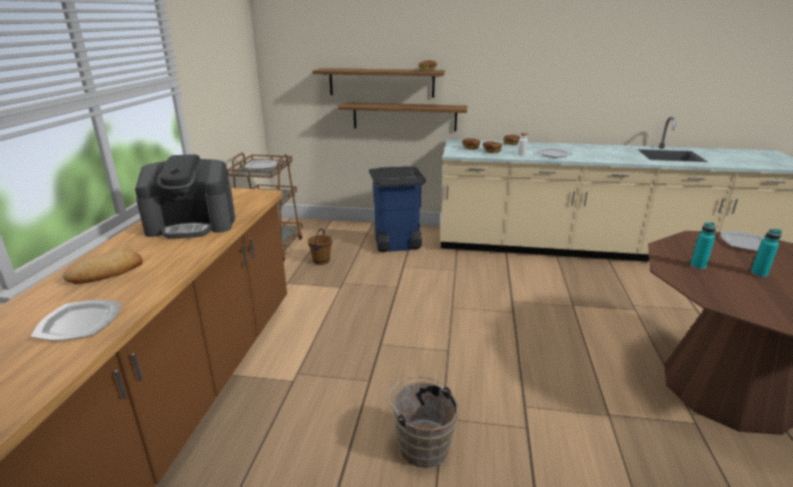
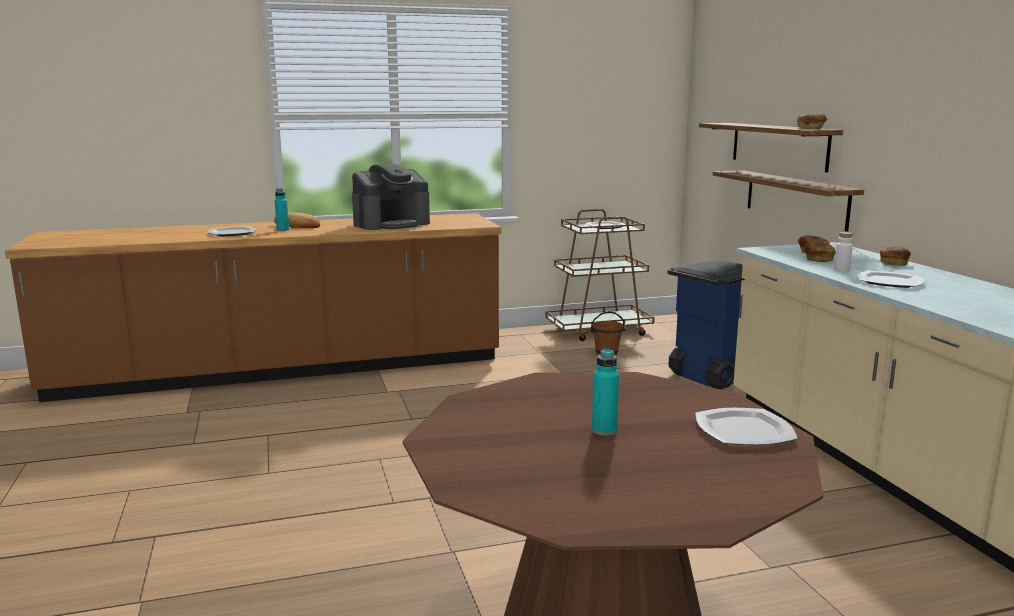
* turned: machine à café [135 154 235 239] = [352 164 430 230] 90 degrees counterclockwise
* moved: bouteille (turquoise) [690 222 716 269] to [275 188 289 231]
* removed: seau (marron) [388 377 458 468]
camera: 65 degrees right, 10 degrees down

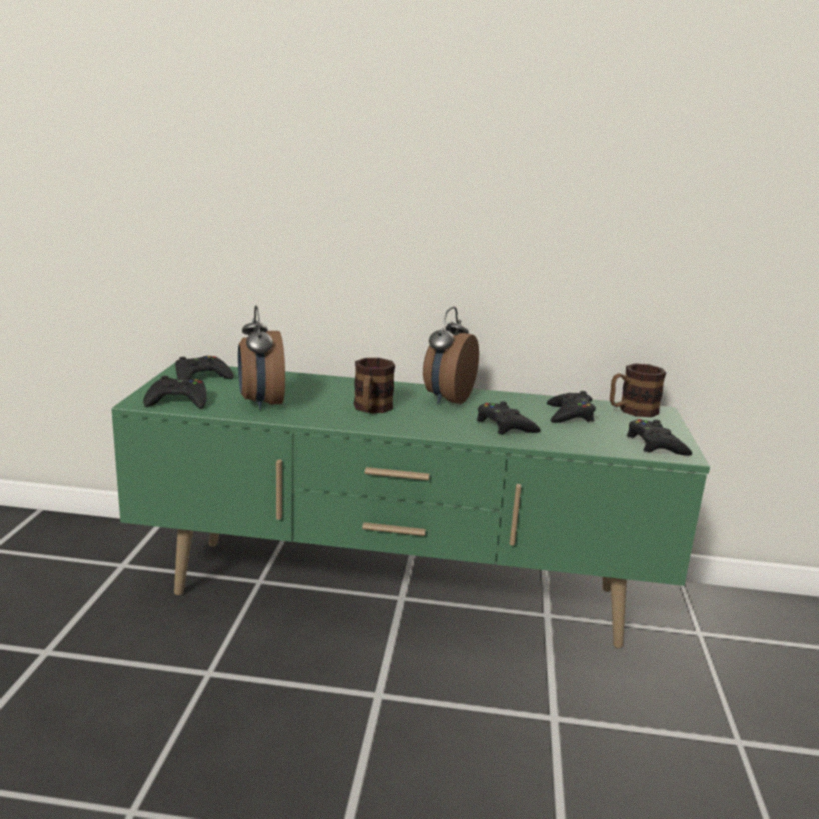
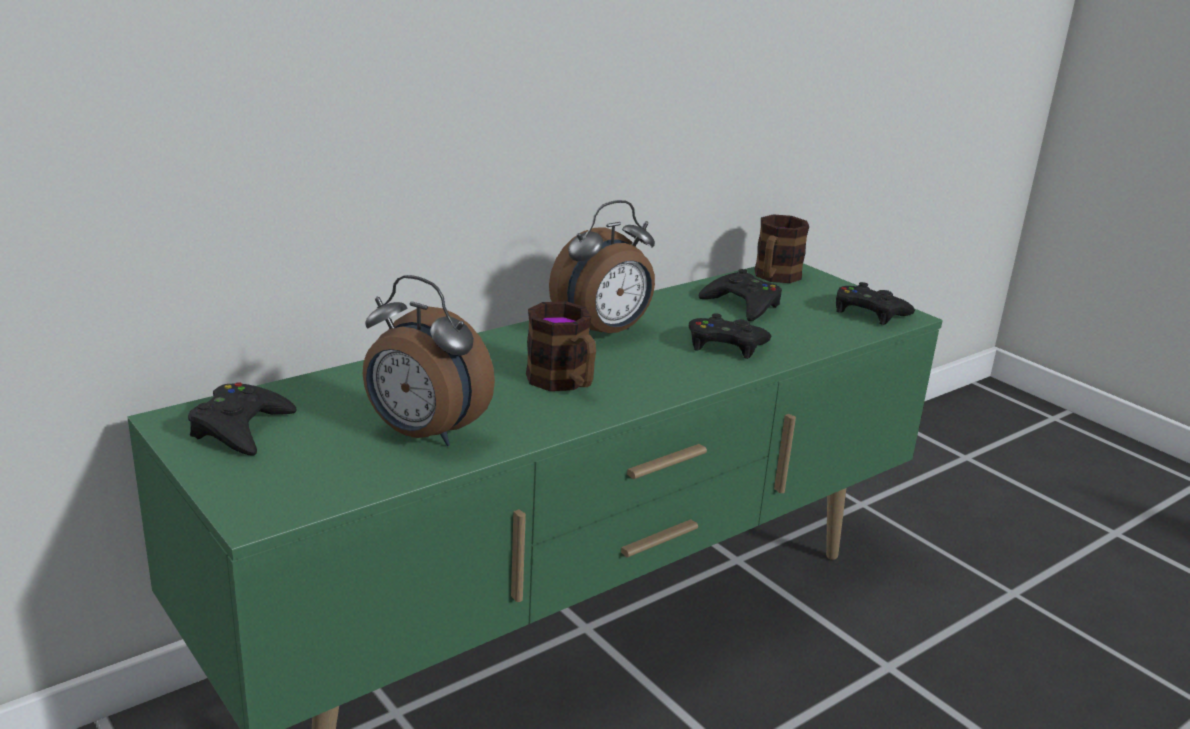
* turned: réveil [423 307 479 405] = [549 200 655 333] 105 degrees counterclockwise
* removed: manette (noir) [143 376 207 409]
camera: 45 degrees left, 5 degrees up

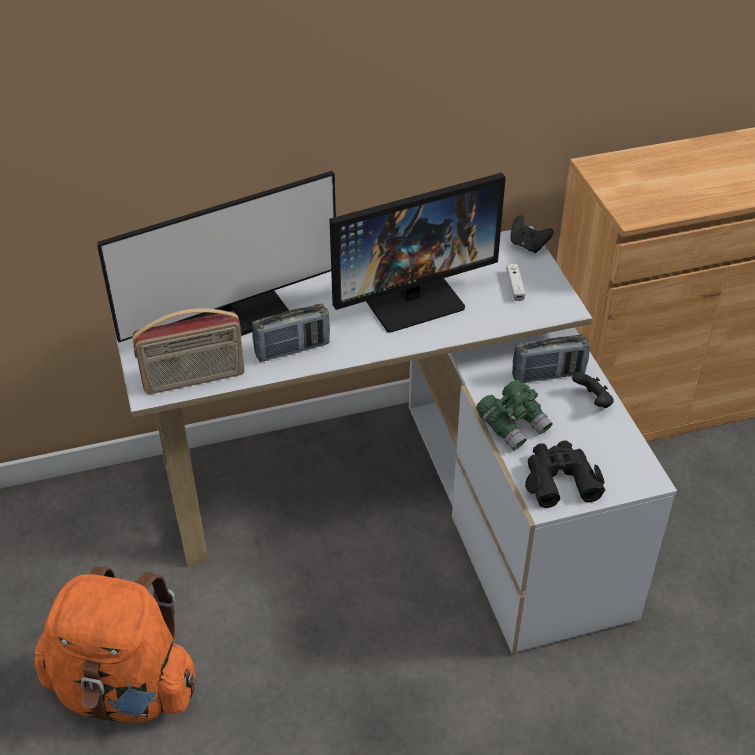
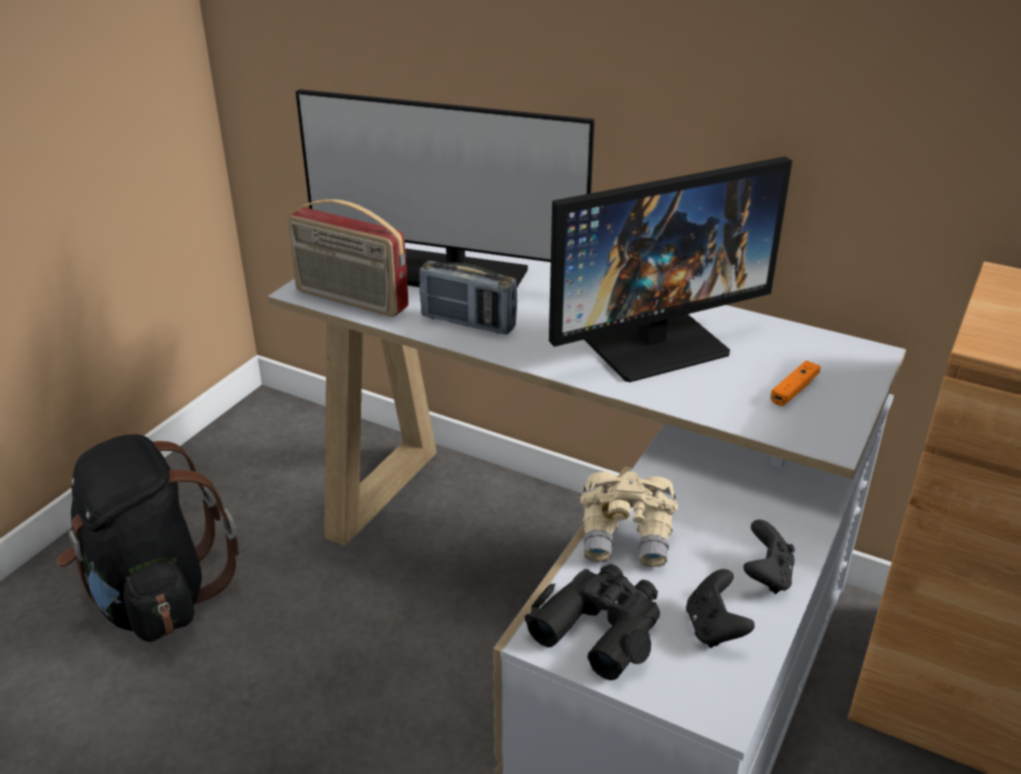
* turned: écran d'ordinateur [330 173 506 333] = [549 157 792 382] 45 degrees counterclockwise
* moved: manette (noir) [510 215 554 253] to [686 569 755 648]
* recoloured: manette (blanc) [506 264 525 301] to manette (orange) [771 360 821 406]
* removed: radio [512 334 591 383]
* recoloured: jumelles (vert) [476 380 553 450] to jumelles (beige) [580 471 678 567]
* recoloured: sac à dos (orange) [35 566 197 723] to sac à dos (noir) [57 434 239 642]
camera: 45 degrees right, 10 degrees down

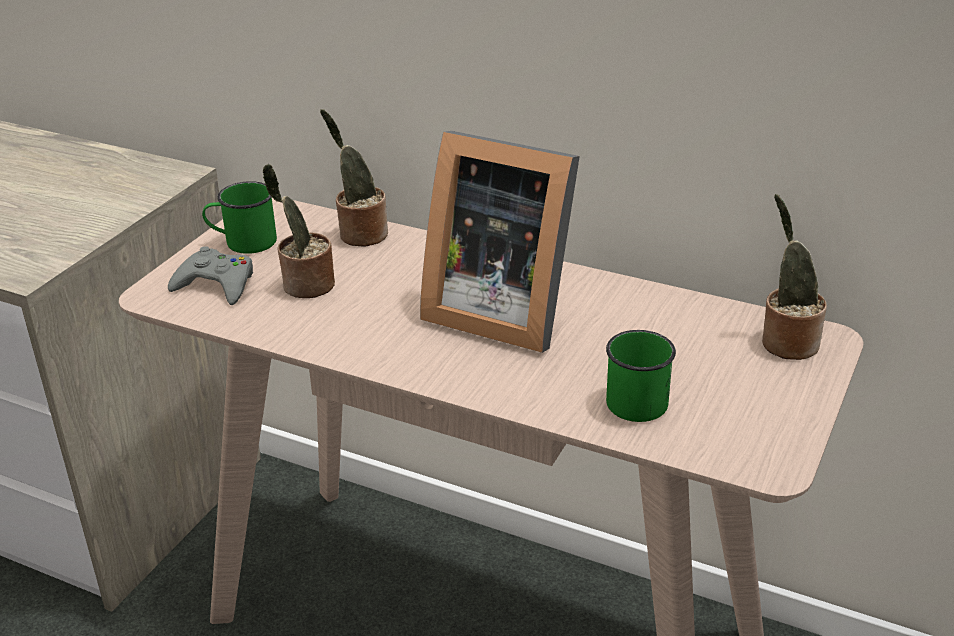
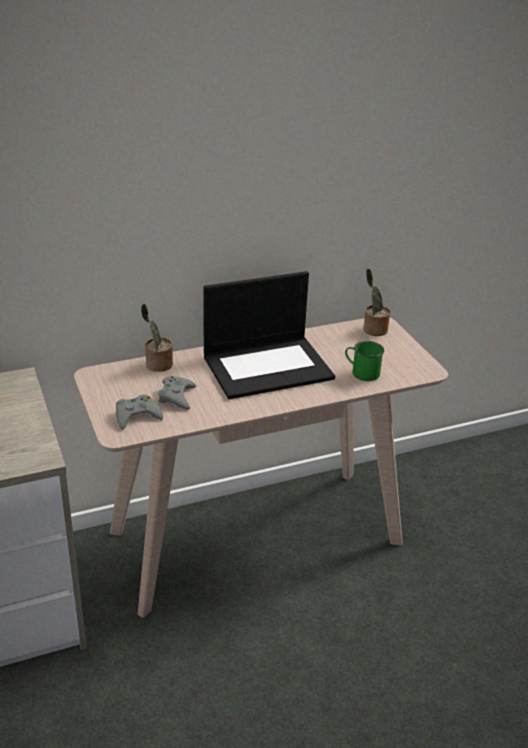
* replaced: cadre photo [420 131 580 353] to ordinateur portable [203 271 335 399]
* replaced: plante en pot [263 164 335 298] to manette (gris) [158 376 196 409]
* removed: mug (vert) [202 181 277 254]
camera: 50 degrees left, 0 degrees up

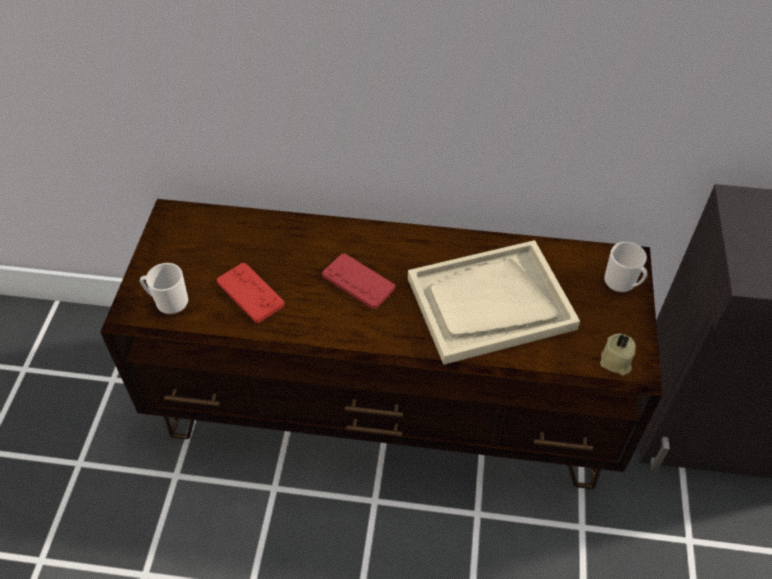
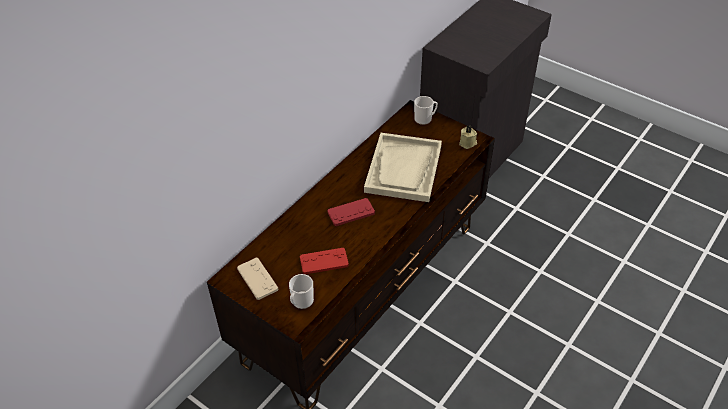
* added: manette (beige) [237 258 278 300]
camera: 60 degrees left, 5 degrees down

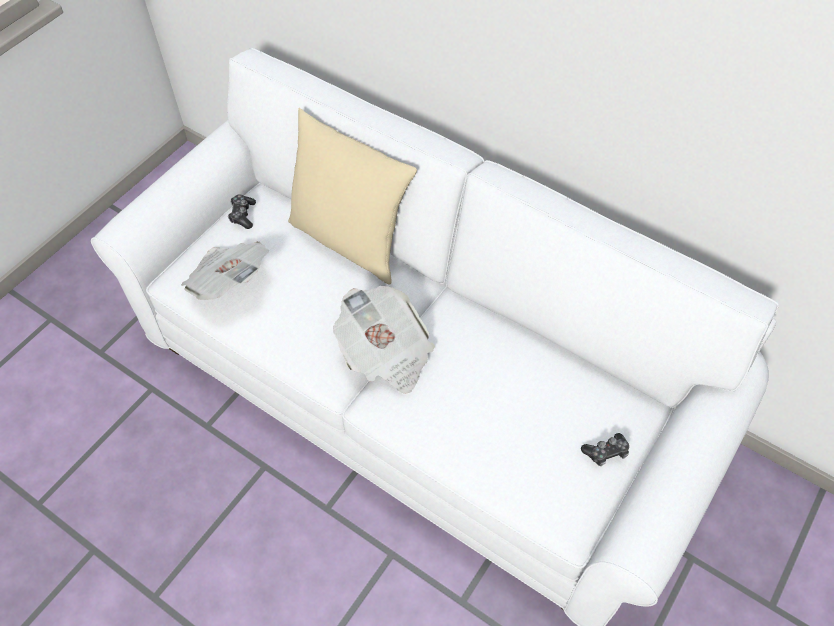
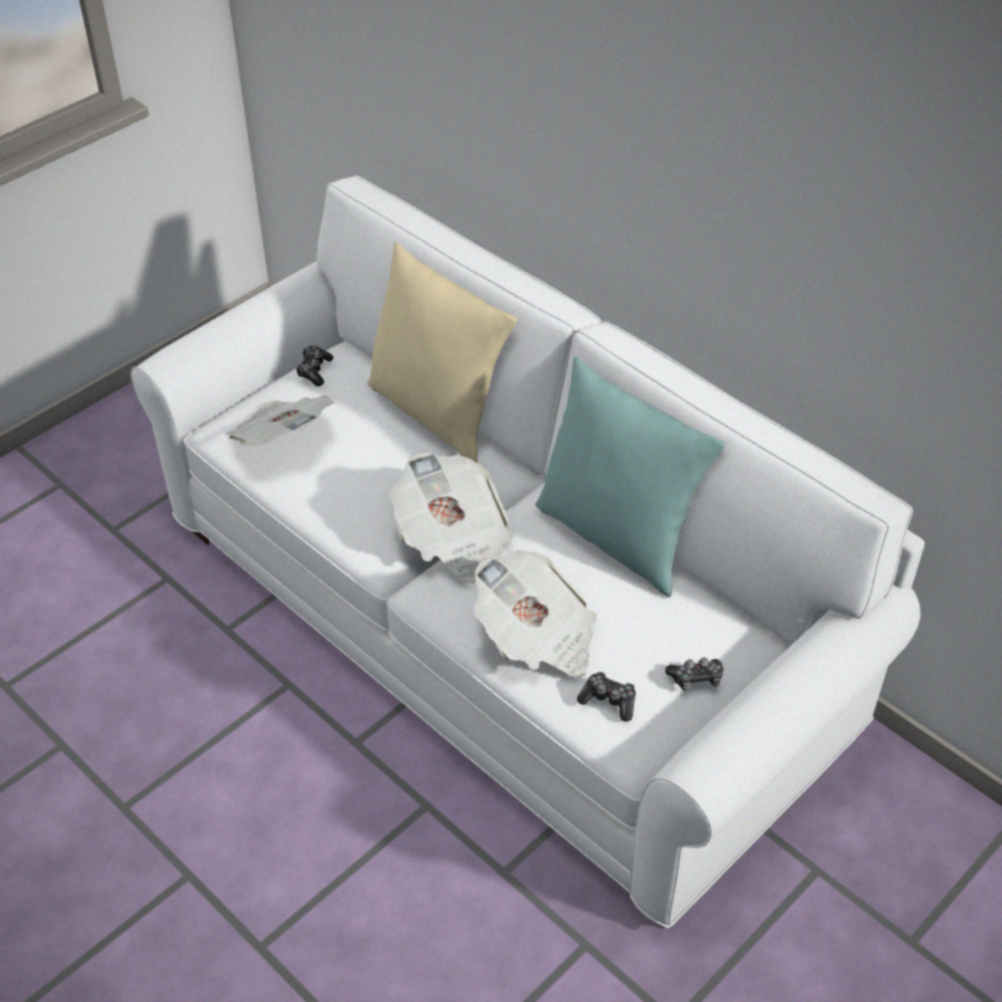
* added: coussin (turquoise) [535 356 725 597]
* added: journal [473 550 597 678]
* added: manette [577 672 636 722]
camera: 10 degrees right, 10 degrees down

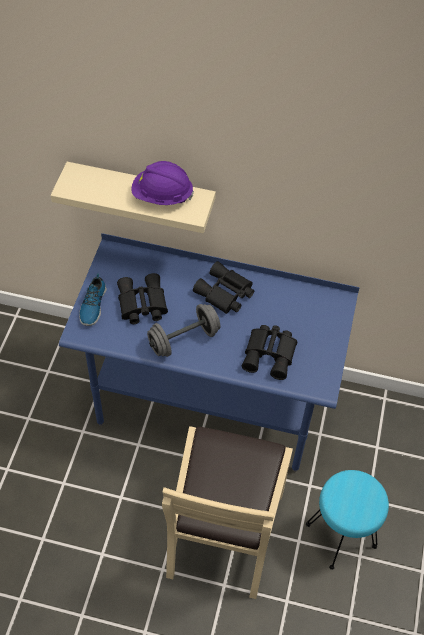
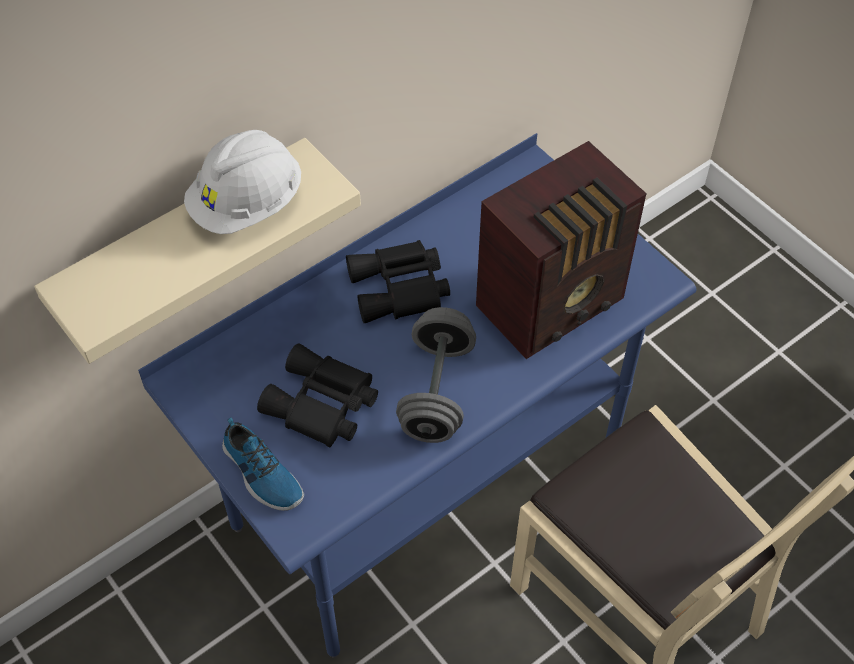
* recoloured: casque de chantier (violet) [131 161 194 205] to casque de chantier (blanc) [184 130 301 234]
* replaced: jumelles (noir) [242 325 297 380] to radio [476 141 647 359]
* removed: tabouret (turquoise) [306 470 389 570]
camera: 50 degrees left, 0 degrees up

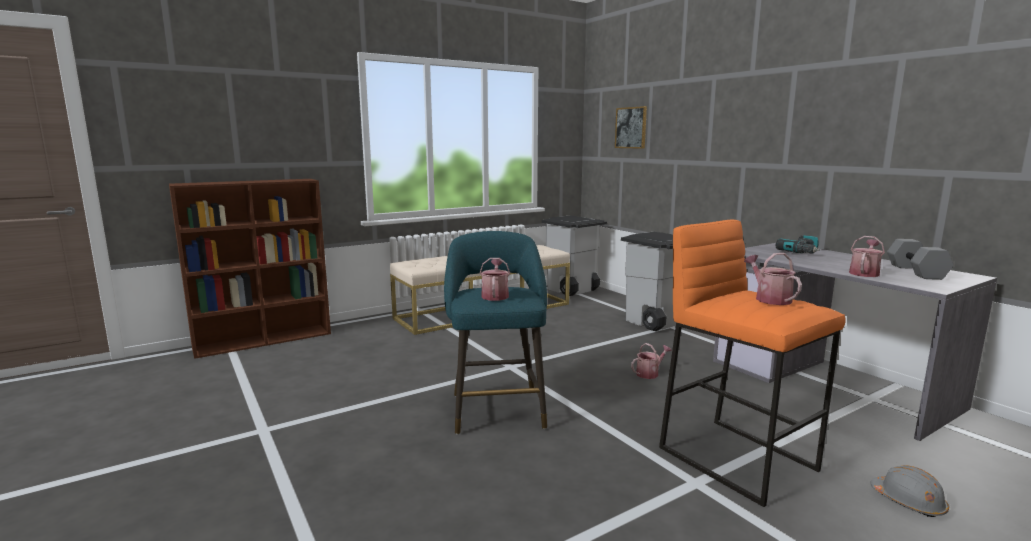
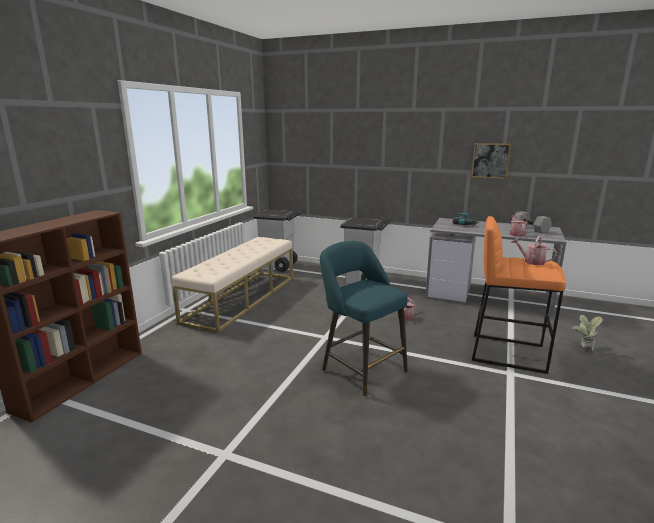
* moved: tableau [615 106 647 149] to [471 143 511 179]
* removed: arrosoir [480 258 510 301]
* replaced: casque de chantier (gris) [870 465 949 517] to plante en pot [572 315 603 351]
camera: 35 degrees left, 5 degrees up

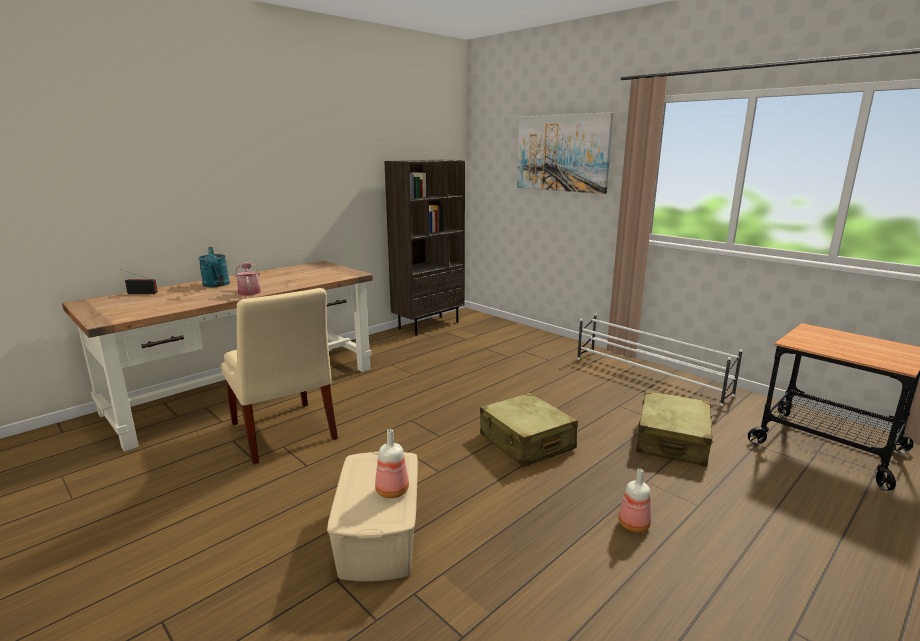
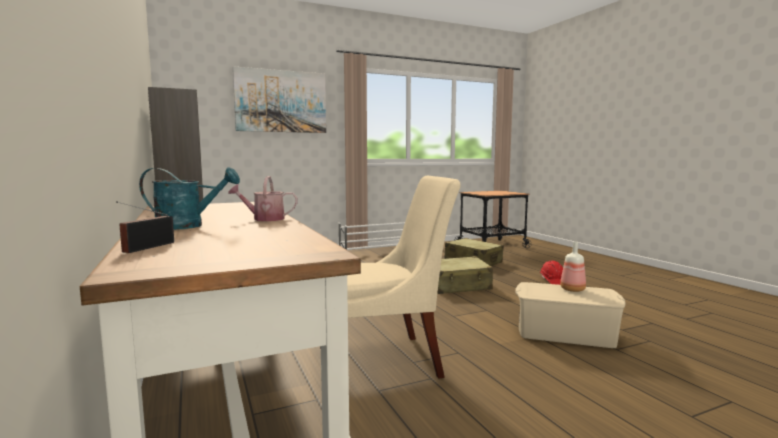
* replaced: bouteille [618 469 651 533] to casque de chantier (rouge) [540 261 563 285]
camera: 70 degrees left, 10 degrees down

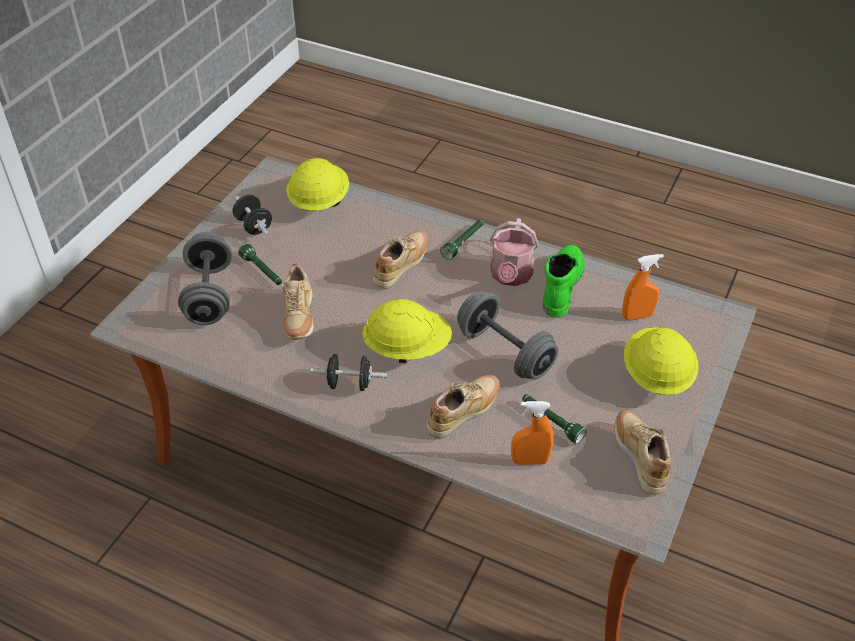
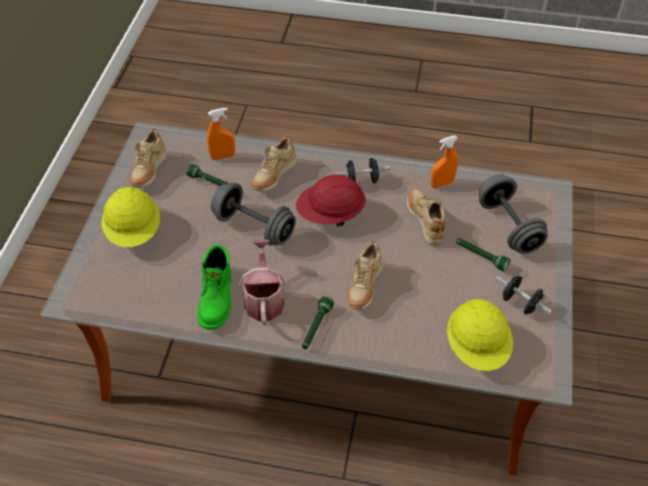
* moved: vaporisateur (orange) [622 254 664 320] to [431 135 458 188]
* recoloured: casque de chantier (jaune) [362 299 452 363] to casque de chantier (rouge) [296 174 366 227]
* turned: chaussure (beige) [614 410 671 495] = [130 128 168 187] 45 degrees clockwise
camera: 165 degrees right, 5 degrees up

